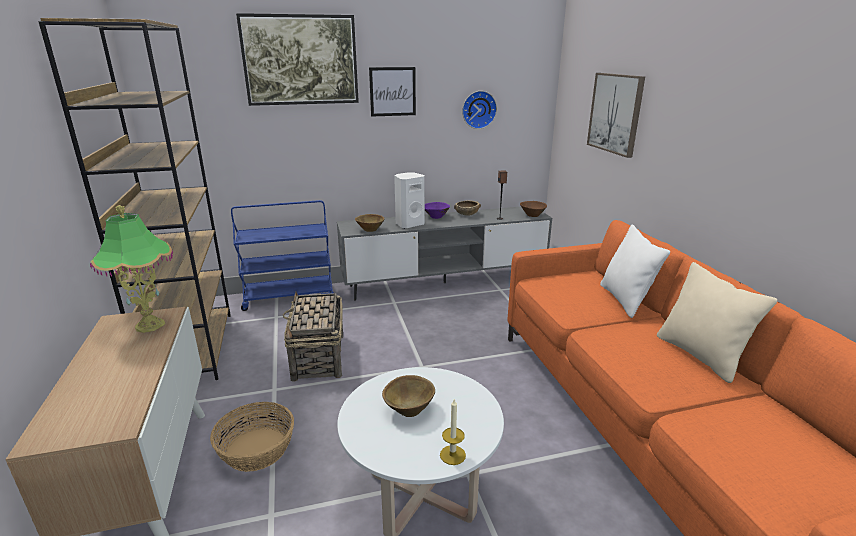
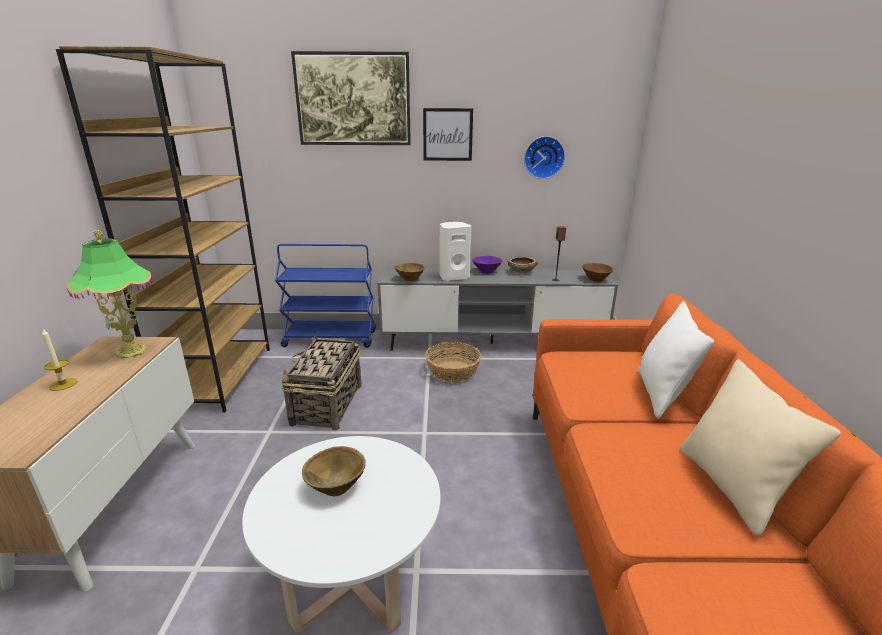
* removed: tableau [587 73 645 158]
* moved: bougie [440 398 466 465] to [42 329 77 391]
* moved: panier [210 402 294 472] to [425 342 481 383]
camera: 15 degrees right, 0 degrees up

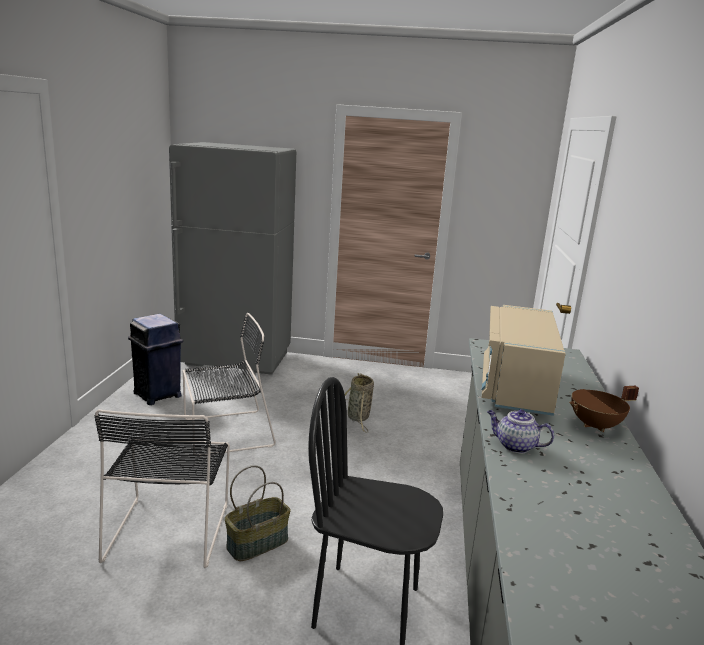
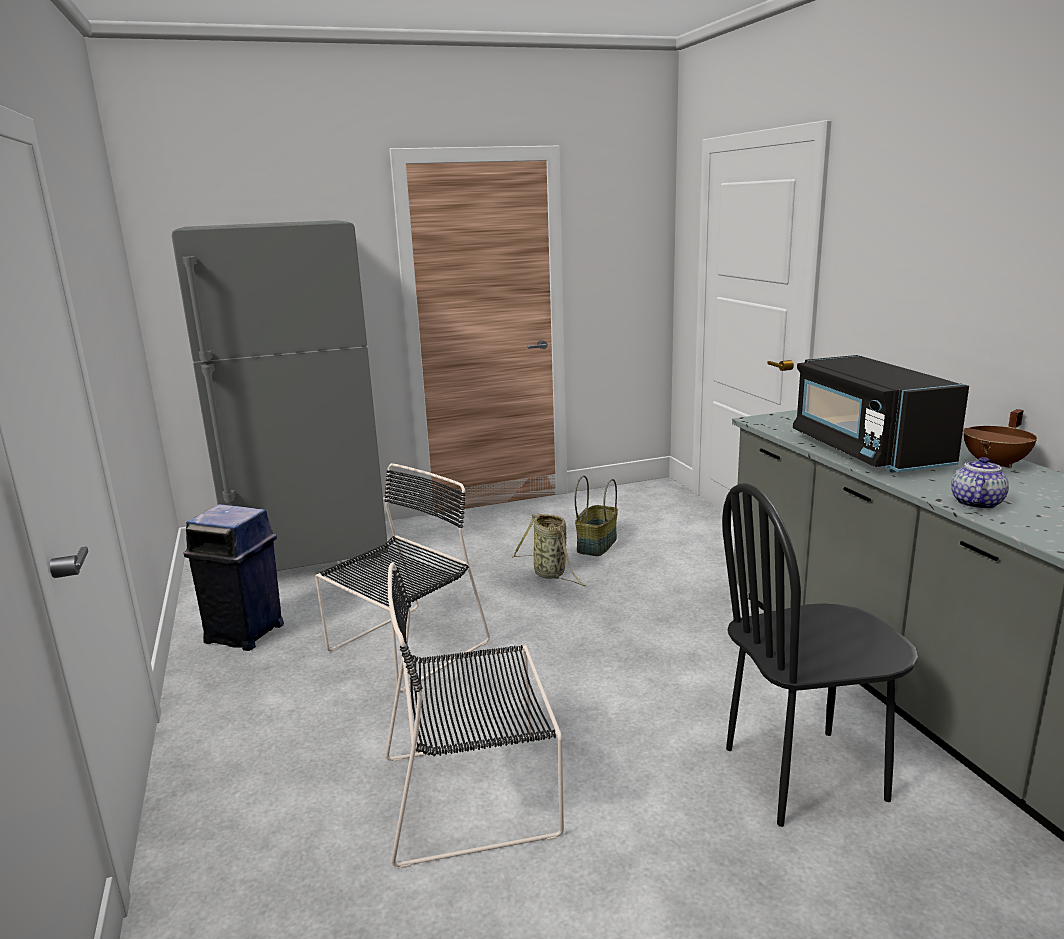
* recoloured: micro-ondes (beige) [481 305 566 416] to micro-ondes (noir) [793 355 969 473]
* turned: chaise (noir) [94 409 230 568] = [385 563 564 868] 105 degrees clockwise
* turned: théière [487 409 554 454] = [951 457 1009 510] 120 degrees clockwise
* moved: panier [225 465 291 561] to [575 475 618 556]
camera: 25 degrees left, 0 degrees up

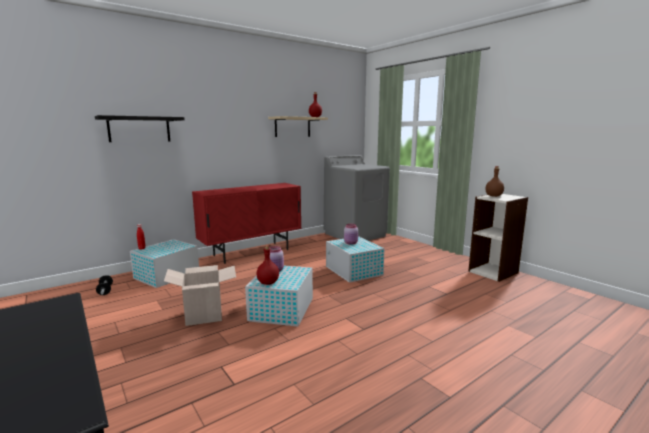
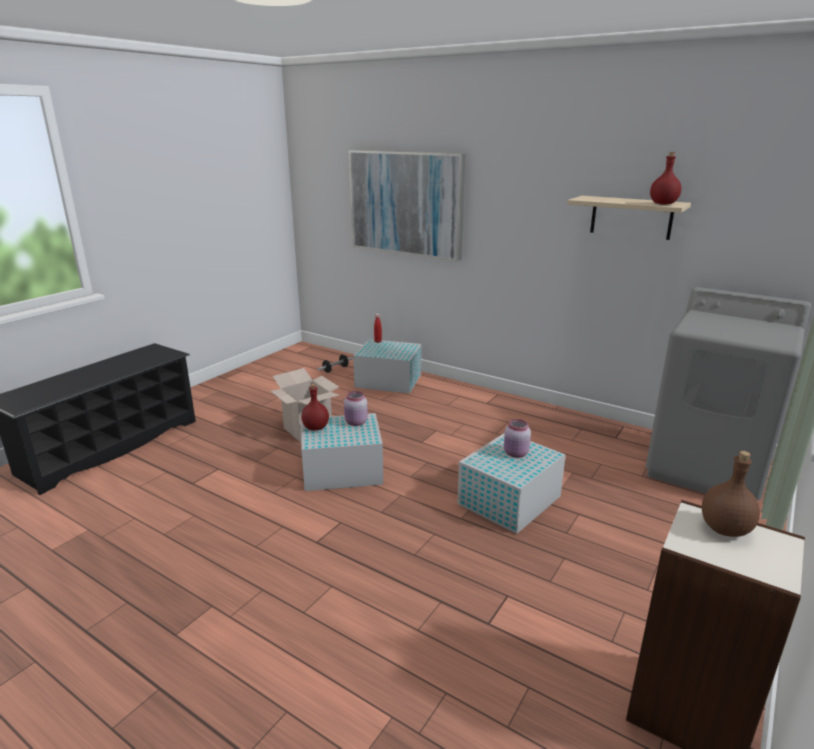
* replaced: étagère (noir) [95 115 185 142] to tableau [349 150 465 262]
* removed: meuble de rangement (rouge) [192 183 301 264]
camera: 70 degrees right, 10 degrees up

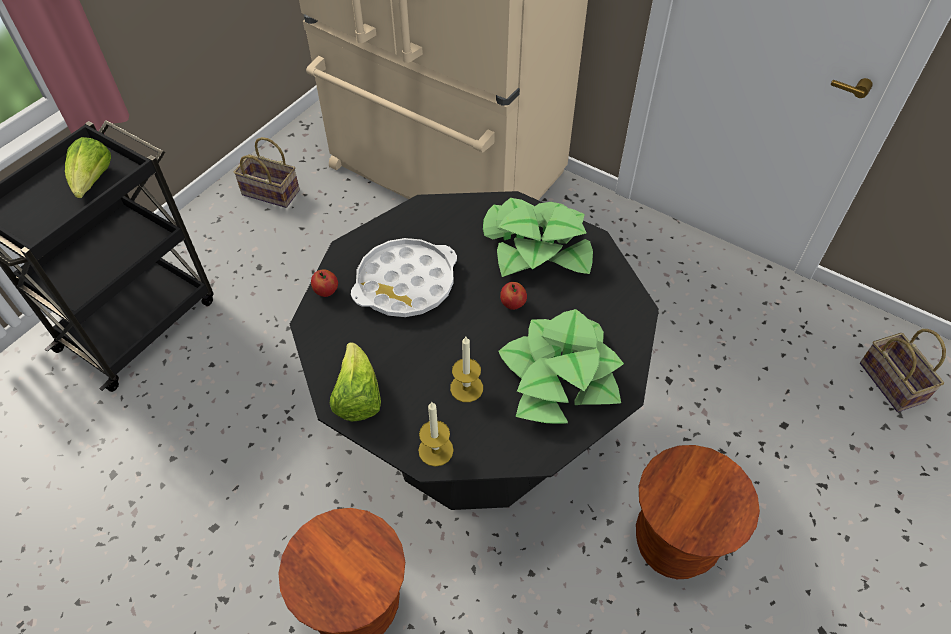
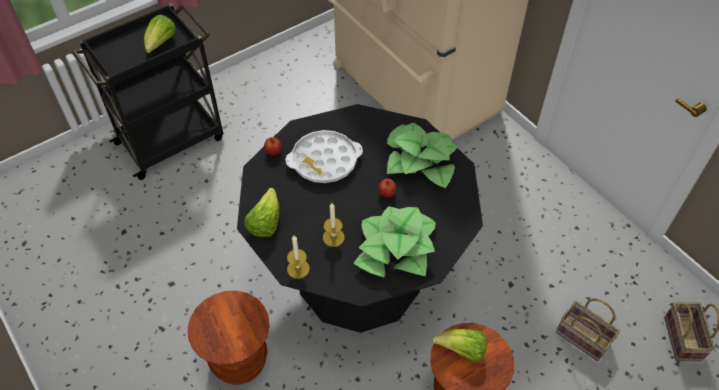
* moved: panier [233 137 300 208] to [556 298 620 362]
* added: laitue [432 329 486 362]
camera: 20 degrees right, 0 degrees up

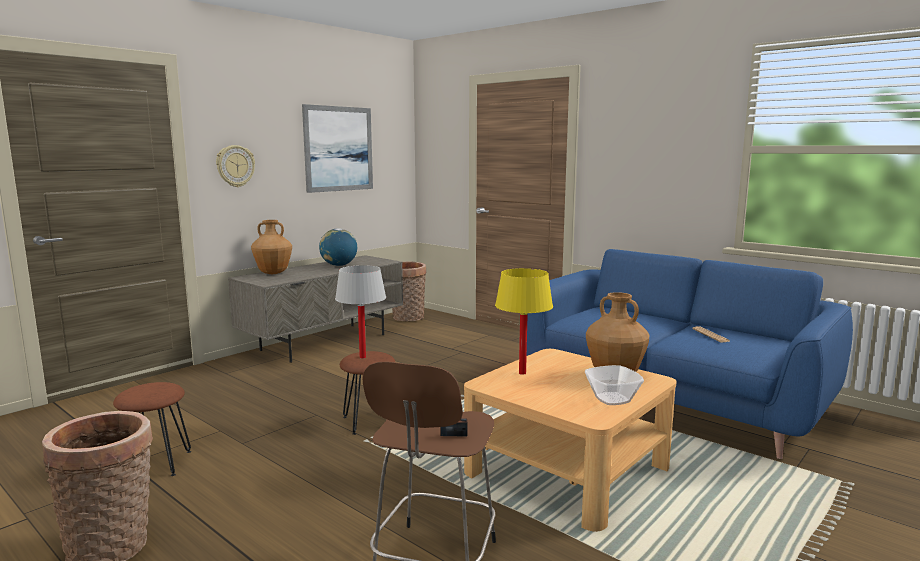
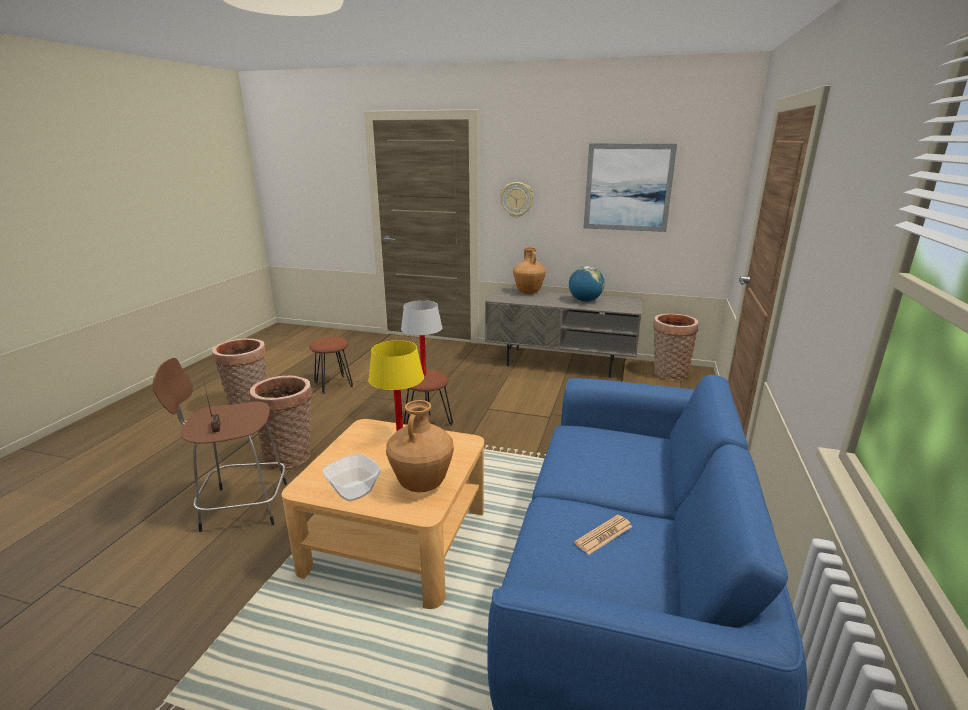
* added: panier [249 376 312 470]
camera: 65 degrees right, 10 degrees up

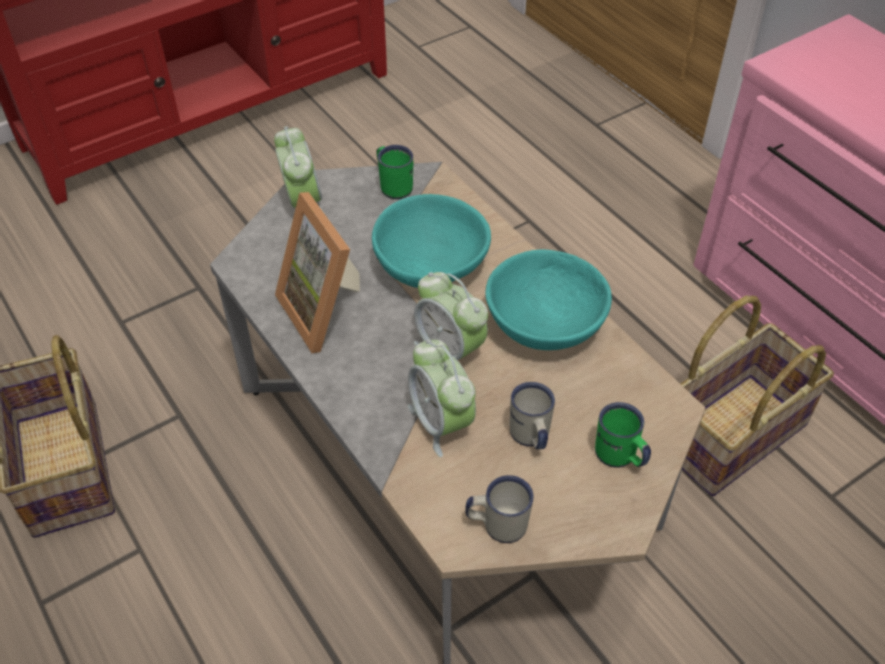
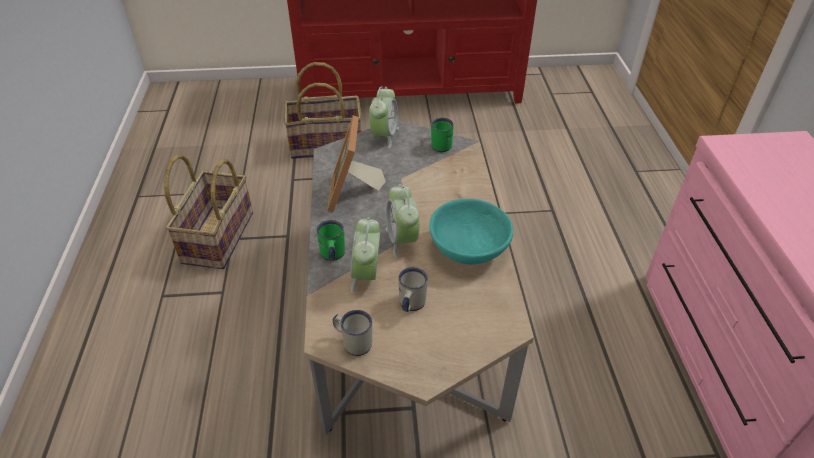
* removed: bol (turquoise) [372 194 491 288]
* moved: panier [681 296 834 496] to [284 62 362 159]
* moved: mug (vert) [595 402 651 468] to [317 220 345 261]
camera: 30 degrees right, 5 degrees down

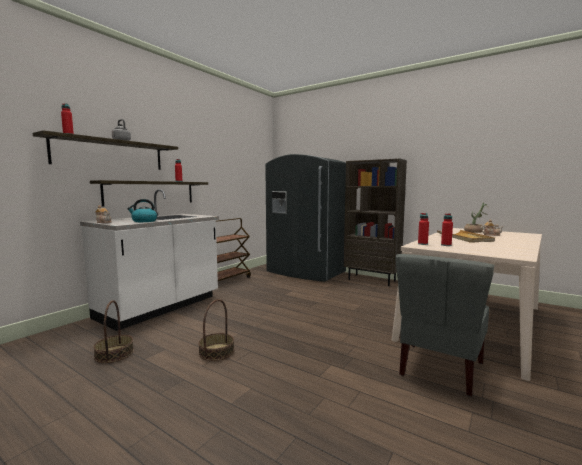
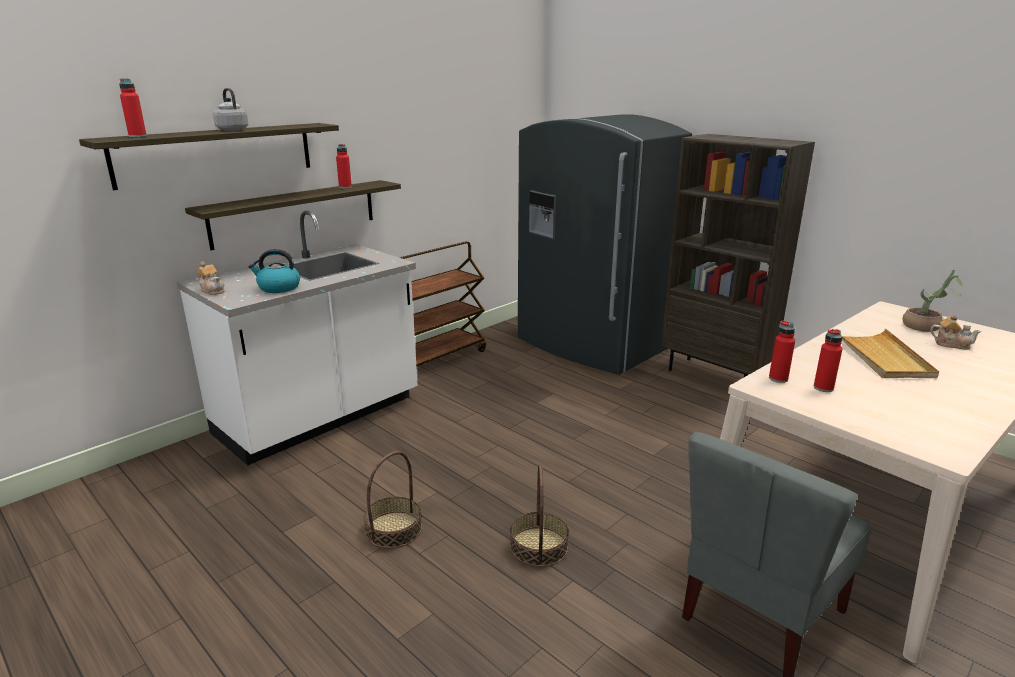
* moved: panier [93 300 134 363] to [510 464 569 567]
camera: 10 degrees right, 15 degrees up

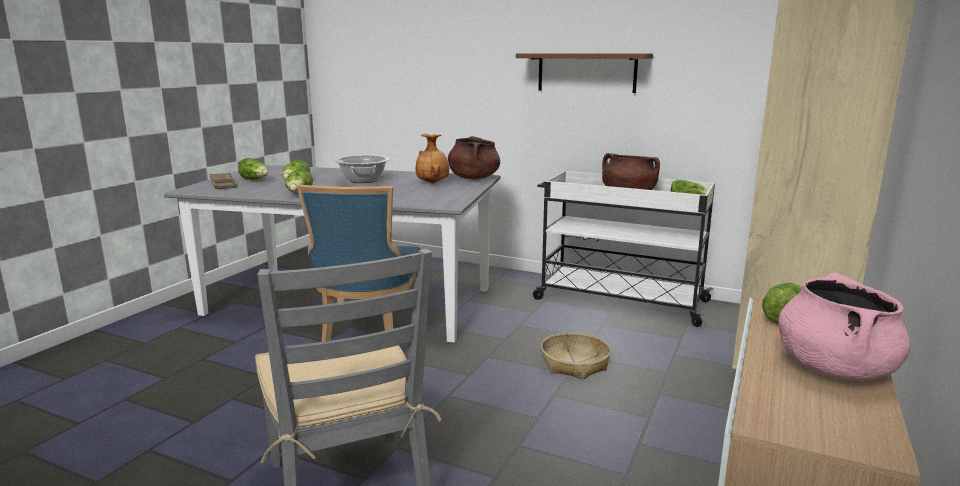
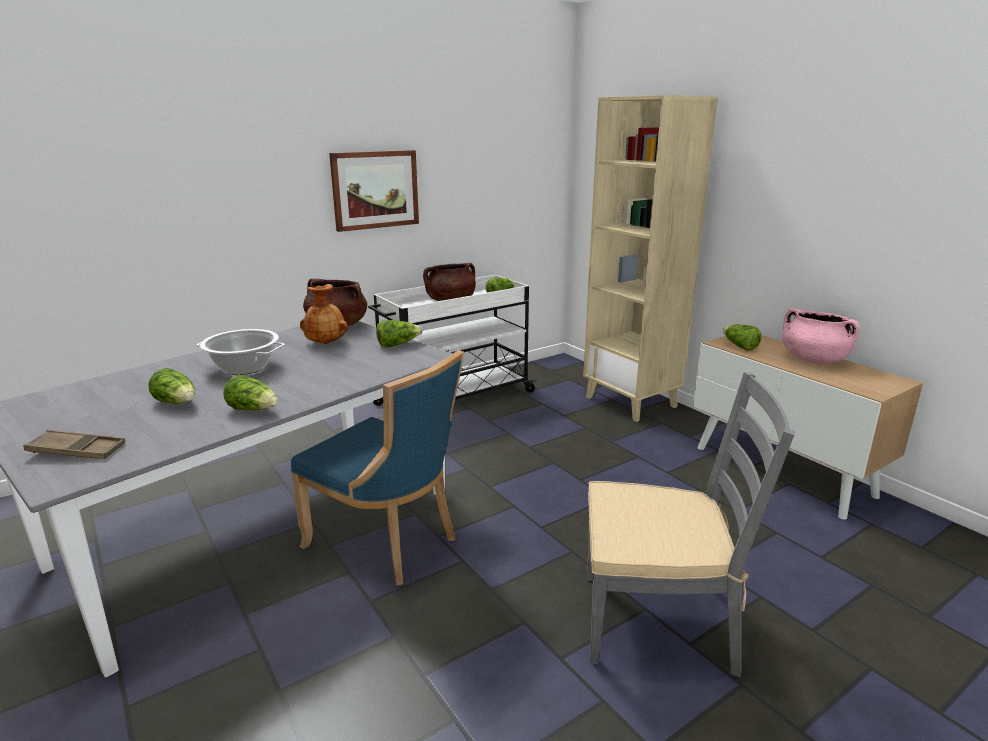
* replaced: étagère (marron) [516 53 653 93] to tableau [329 150 419 232]
* moved: laitue [238 158 268 180] to [376 320 423 347]
* removed: panier [541 332 611 380]
camera: 60 degrees left, 5 degrees up

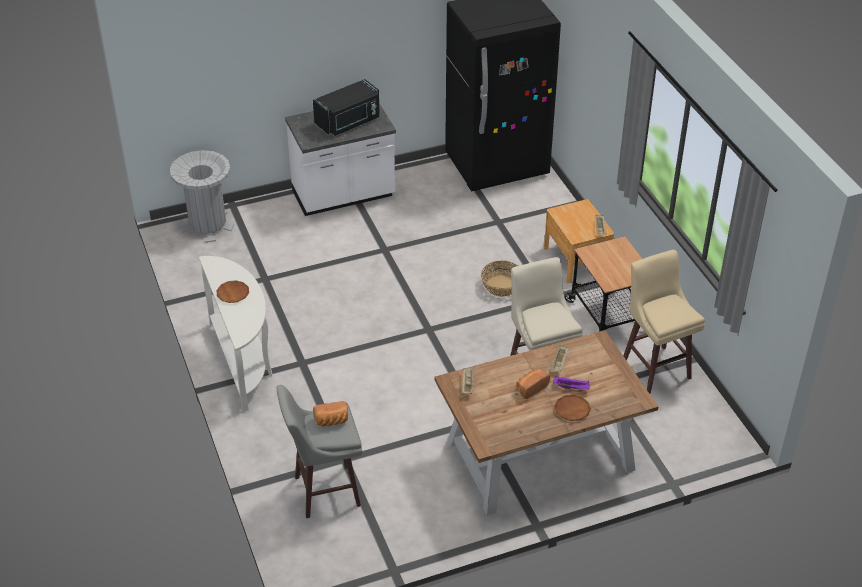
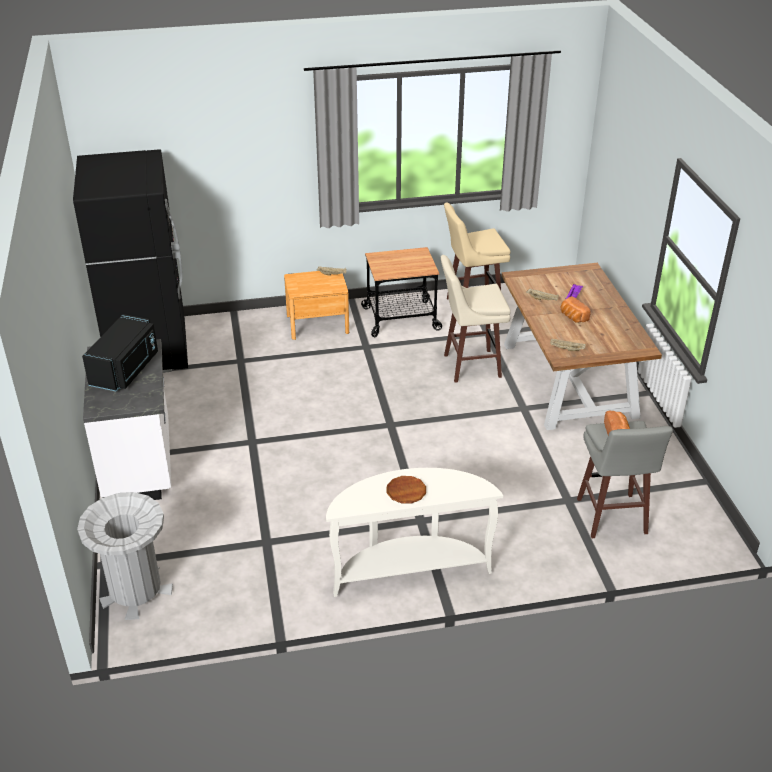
* turned: micro-ondes (noir) [313 79 380 136] = [82 314 158 391] 45 degrees clockwise
* removed: panier [481 260 518 297]
* removed: assiette (marron) [554 394 591 421]
camera: 80 degrees left, 5 degrees down

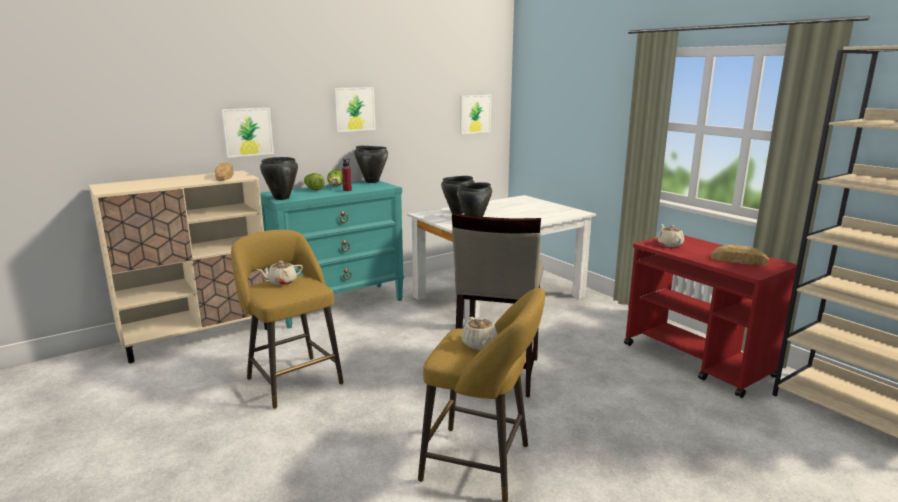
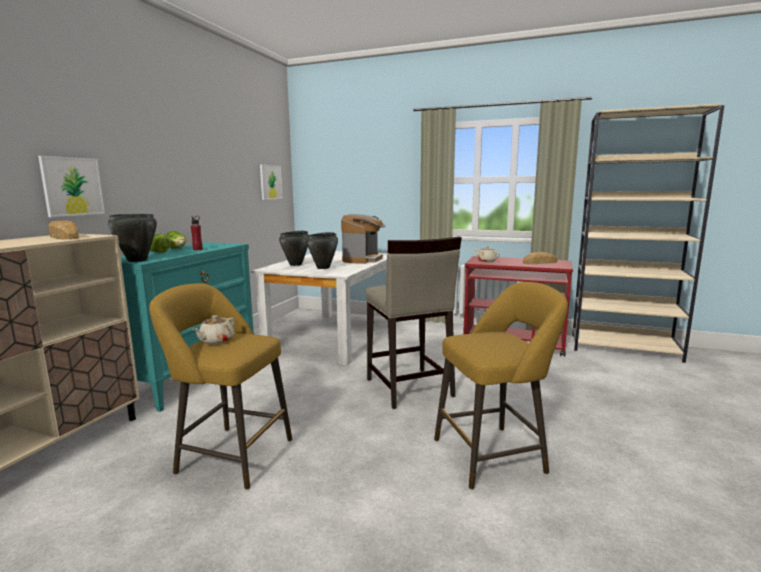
* removed: tableau [334 87 376 132]
* removed: marmite (noir) [354 146 388 183]
* removed: théière (beige) [461 317 498 350]
* added: machine à café [341 214 385 264]
camera: 35 degrees left, 5 degrees down

